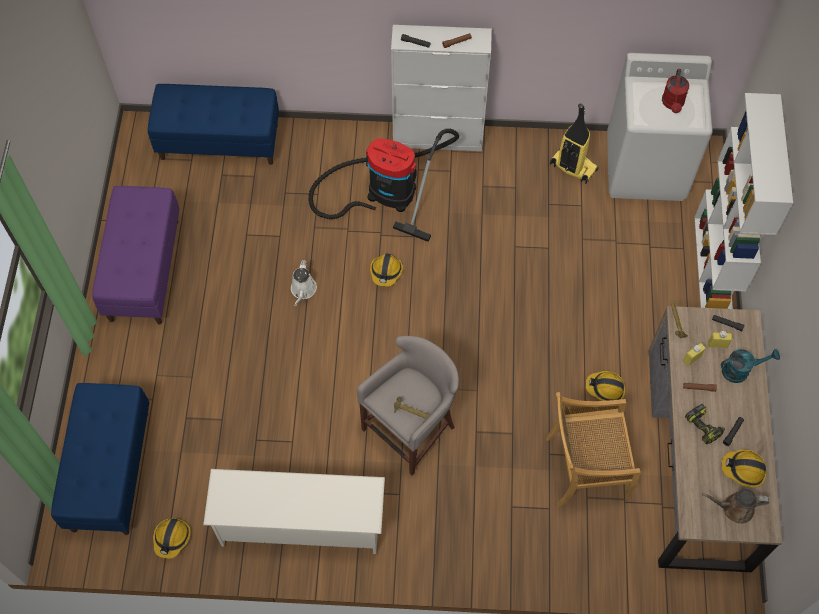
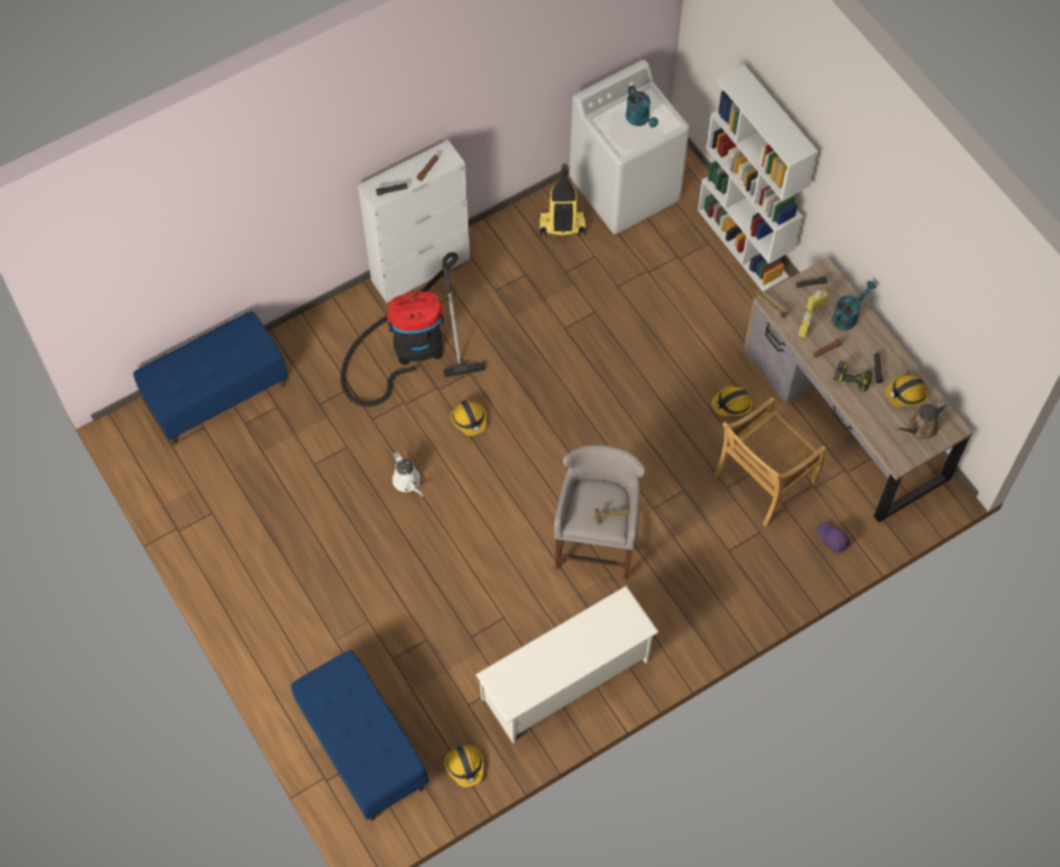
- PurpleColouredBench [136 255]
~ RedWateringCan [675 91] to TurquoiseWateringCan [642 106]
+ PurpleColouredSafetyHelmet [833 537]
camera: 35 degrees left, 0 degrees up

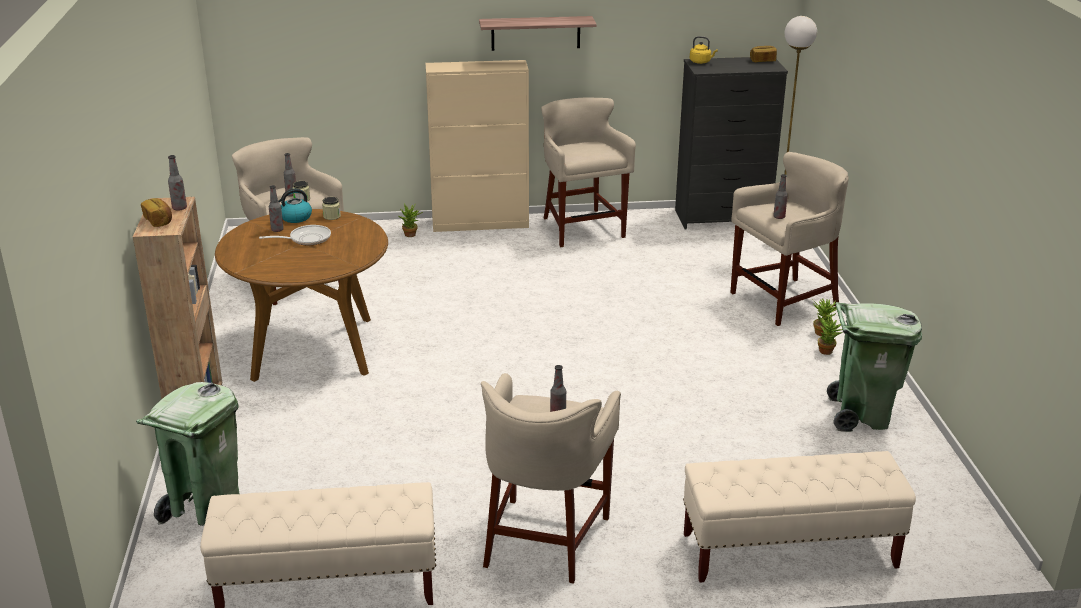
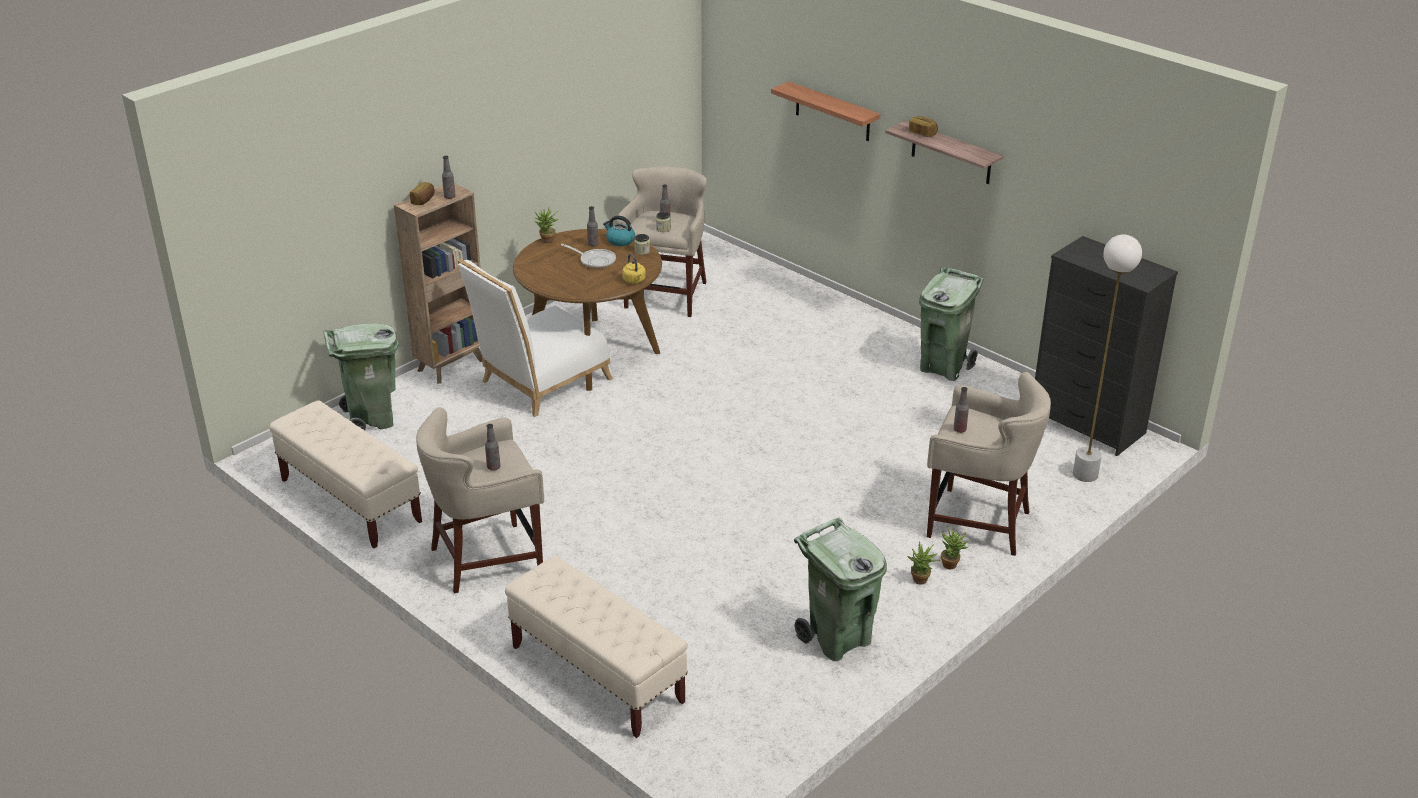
~ Houseplant [410 220] to [546 224]
- BeigeCabinet [477 146]
~ BeigeSittingStool [588 172] to GreenColouredTrashCan [951 324]
~ YellowKettle [704 50] to [634 269]
~ BakeryBread [763 54] to [923 126]
+ WhiteColouredUprightChair [535 338]
+ BracketShelf [825 111]
camera: 50 degrees right, 5 degrees up

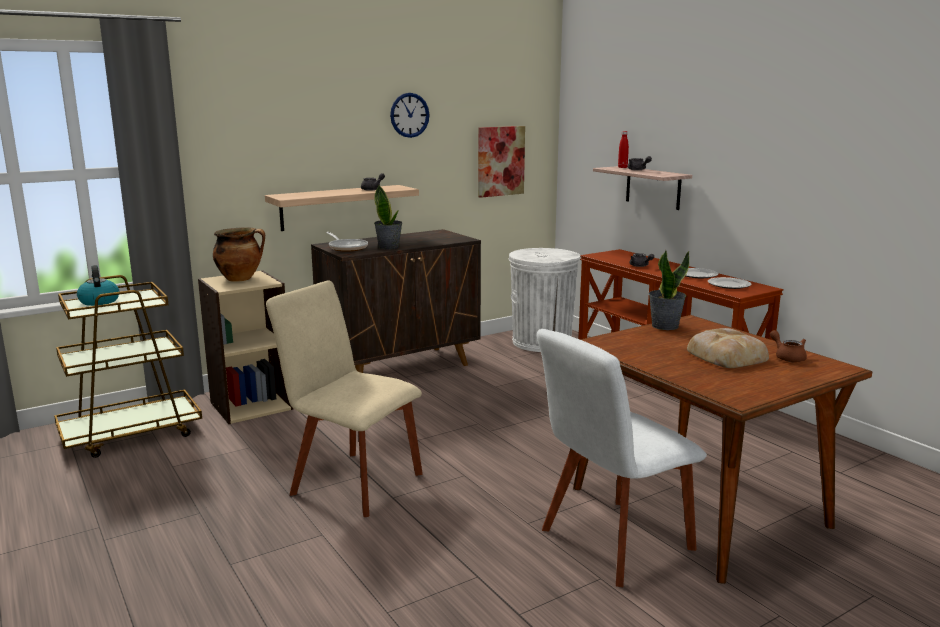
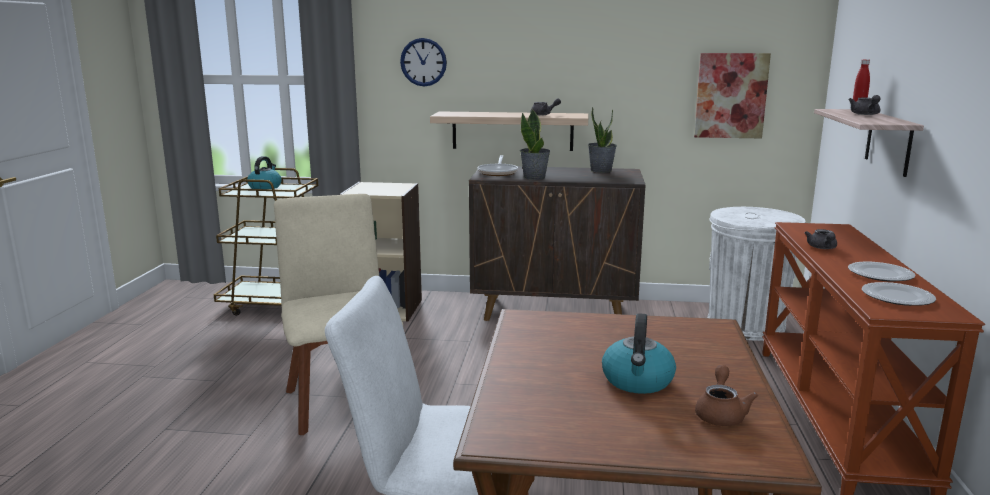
- Stockpot [239 254]
~ ClockOnTheWall [409 115] to [423 62]
~ Houseplant [669 290] to [602 140]
~ BakeryBread [728 348] to Kettle [639 353]
camera: 40 degrees right, 0 degrees up

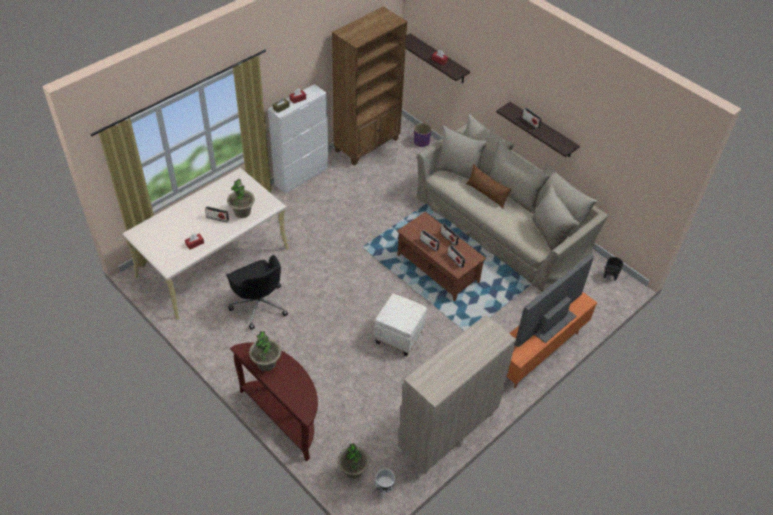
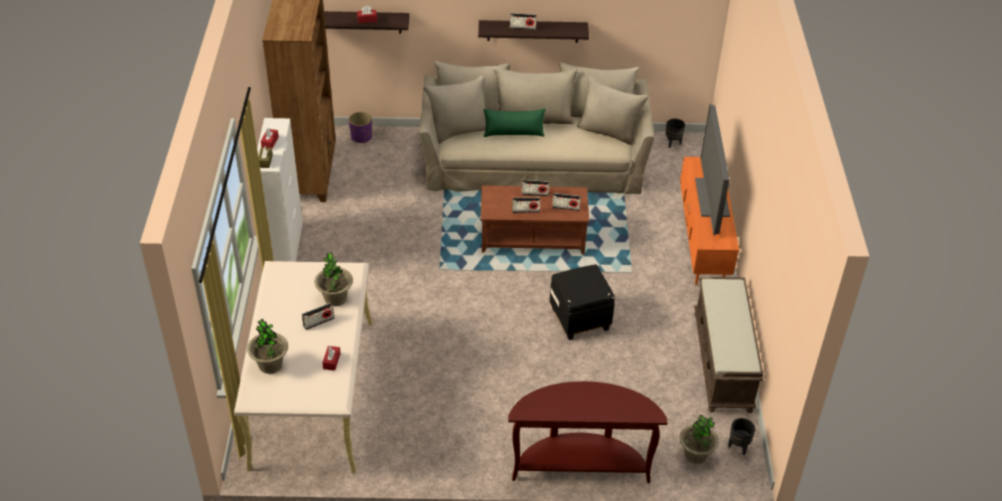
- BlackColouredDeskChair [257 292]
~ Houseplant [265 351] to [267 346]
~ WhiteColouredFootrest [400 325] to BlackColouredFootrest [582 302]
~ WhiteColouredFlowerPot [385 483] to BlackColouredFlowerPot [741 436]
~ BeigeCabinet [457 395] to BrownishBench [728 345]
~ BrownishPillow [489 186] to GreenColouredPillow [515 123]
camera: 45 degrees left, 5 degrees down

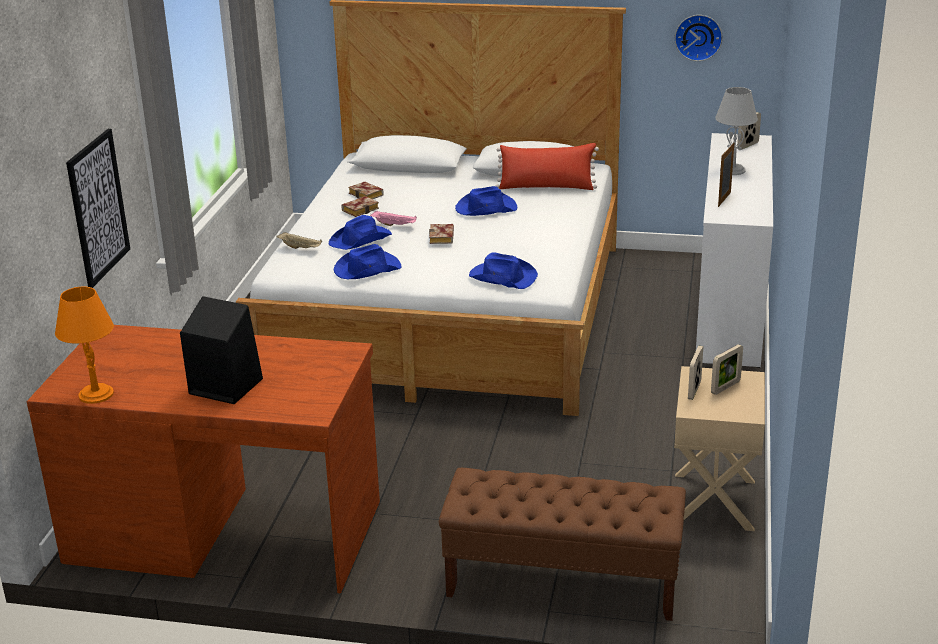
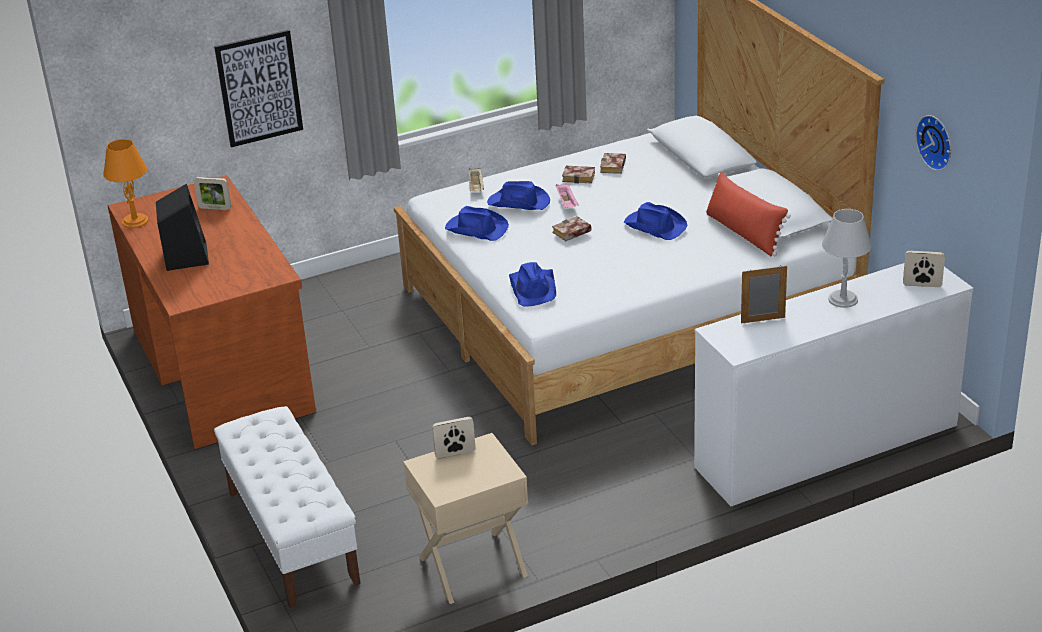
~ BrownishBench [562 544] to WhiteColouredBench [287 507]
~ PhotoFrame [727 369] to [212 193]
camera: 55 degrees right, 5 degrees up

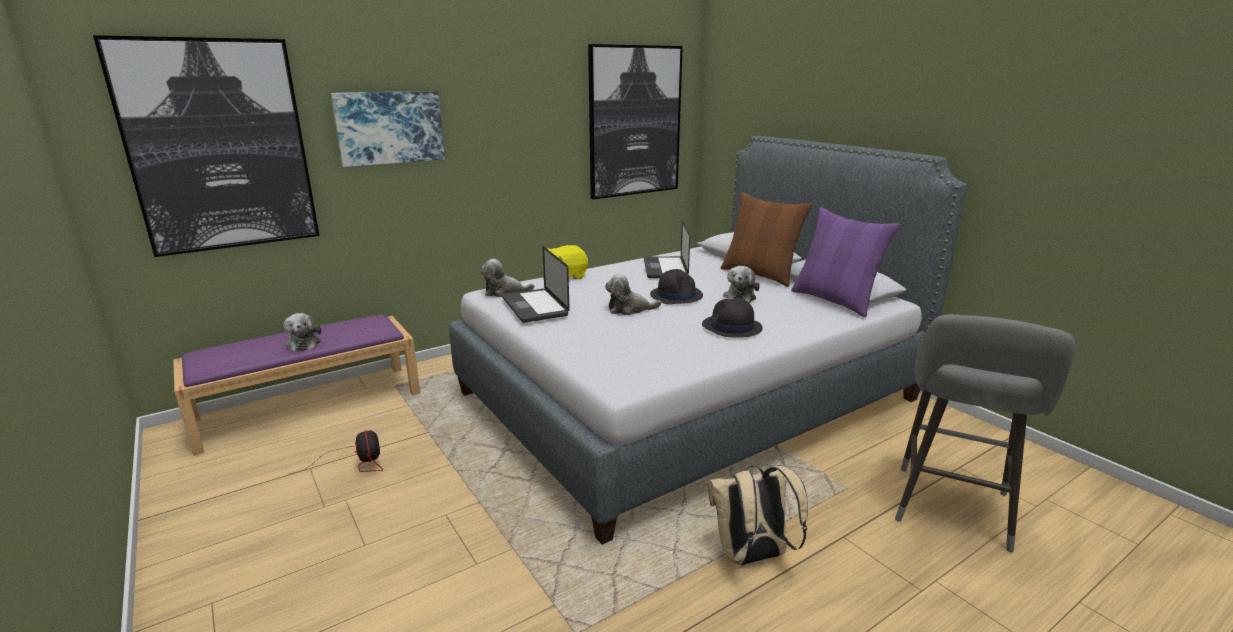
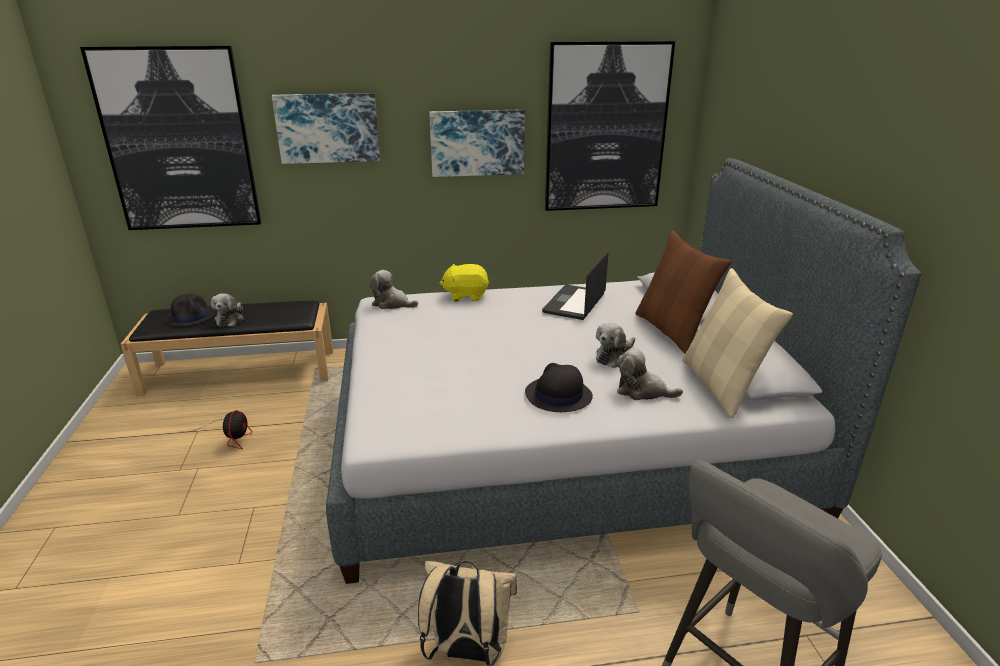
~ PurpleColouredBench [296 385] to BlackColouredBench [227 349]
- PortableComputer [536 284]
~ PlushToy [633 294] to [649 374]
~ BlackColouredClothingHat [676 286] to [190 310]
~ PurpleColouredPillow [846 262] to BeigePillow [737 343]
+ WallArt [477 143]
camera: 25 degrees right, 5 degrees up

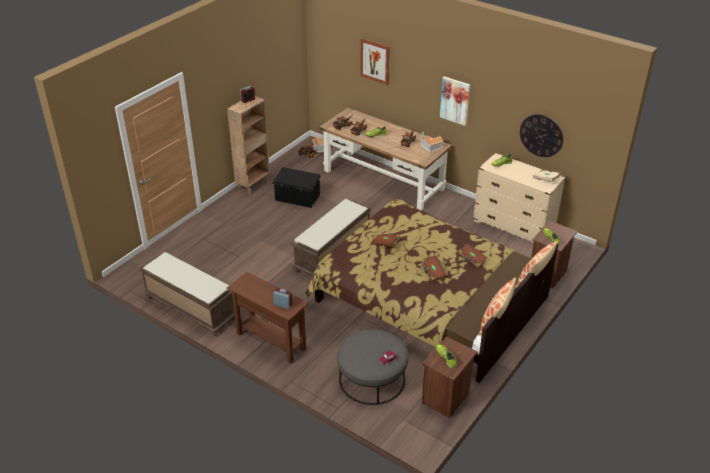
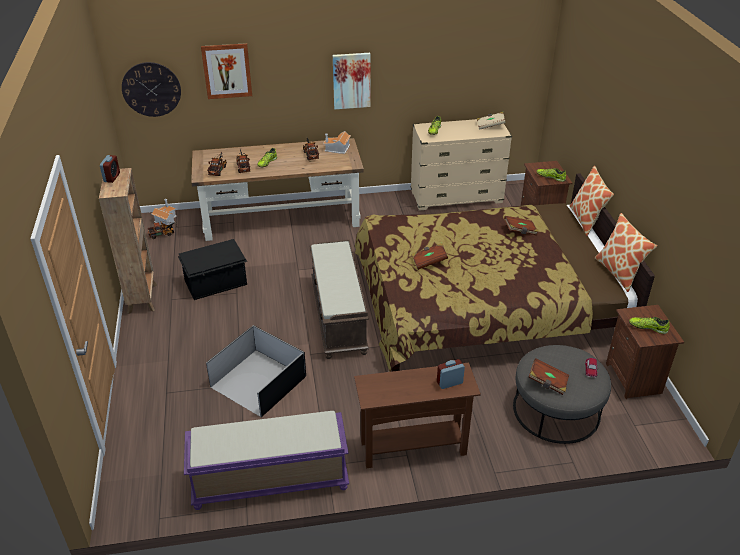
~ BrownishBench [187 294] to PurpleColouredBench [266 460]
~ BrownishVolume [434 268] to [548 376]
~ ClockOnTheWall [541 135] to [151 89]
+ BlackColouredStorageBox [256 371]
camera: 45 degrees left, 0 degrees up

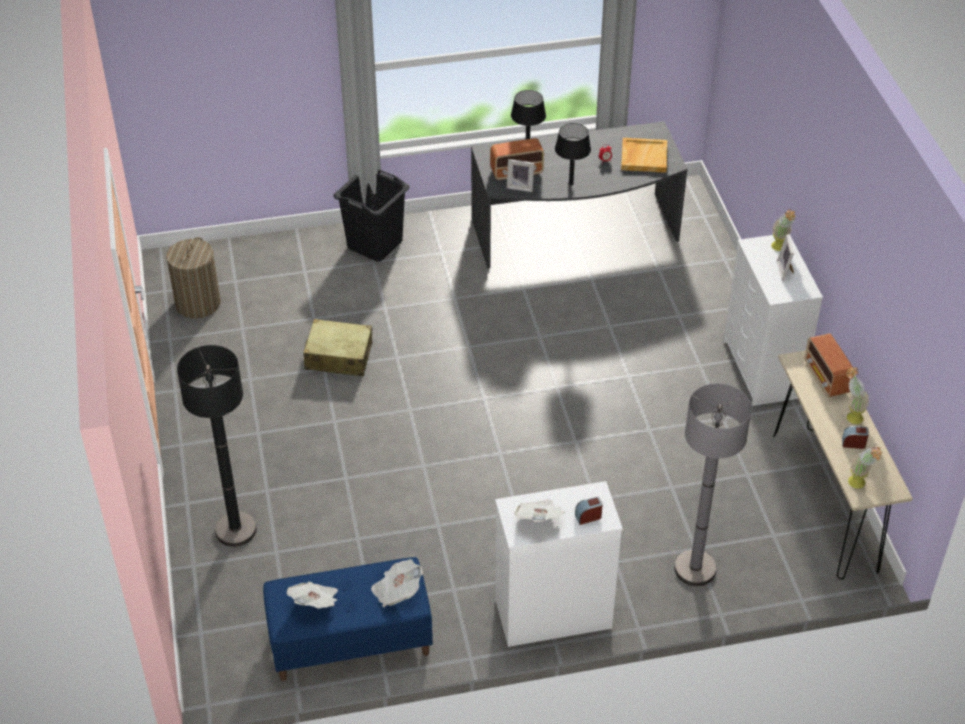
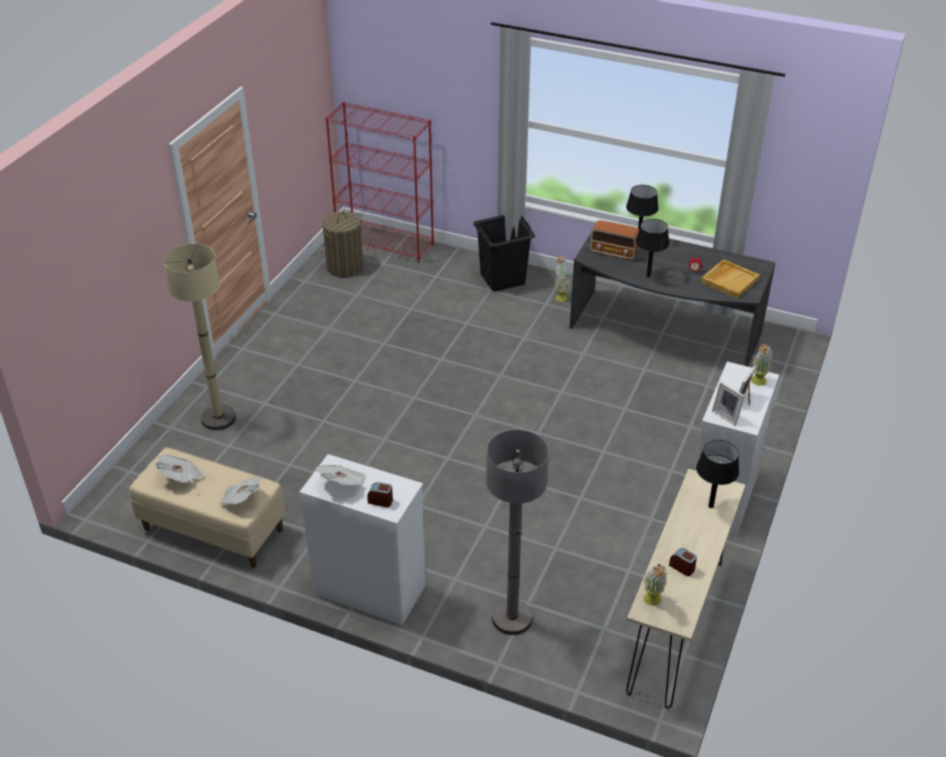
~ BlackColouredStandardLamp [216 446] to BeigeStandardLamp [199 336]
~ BluishBench [348 619] to BeigeBench [207 507]
- BeigeSuitcase [338 347]
~ PhotoFrame [520 175] to [728 404]
~ RadioReceiver [829 365] to BlackColouredTableLamp [717 474]
~ Houseplant [858 395] to [562 279]
+ RedShelvingUnit [380 182]
camera: 35 degrees right, 5 degrees down

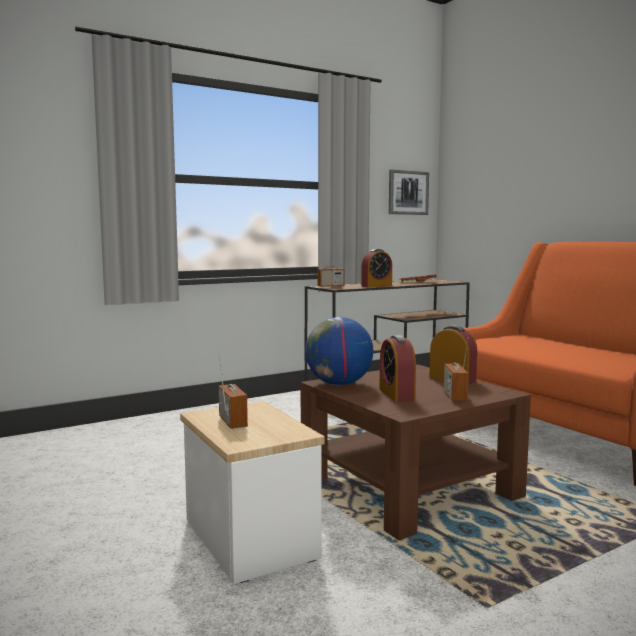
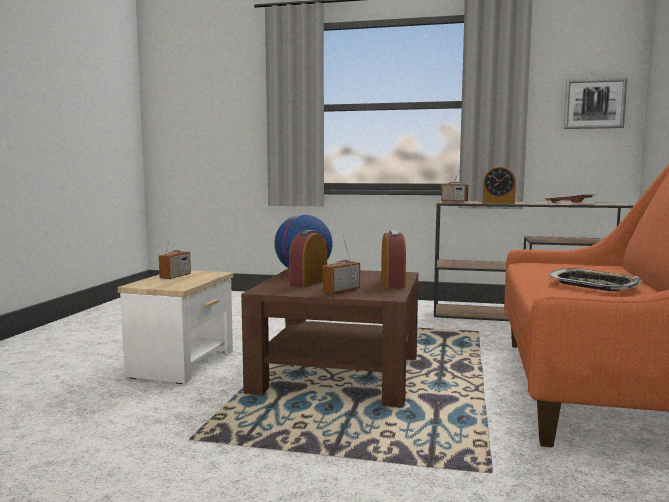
+ Tray [595 279]
camera: 45 degrees right, 0 degrees up

